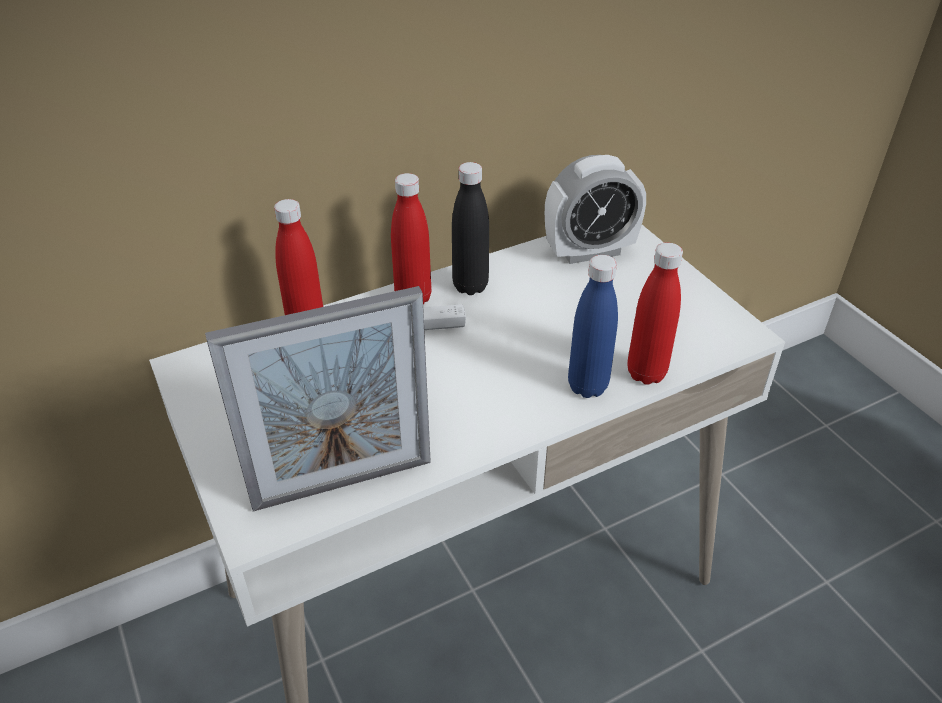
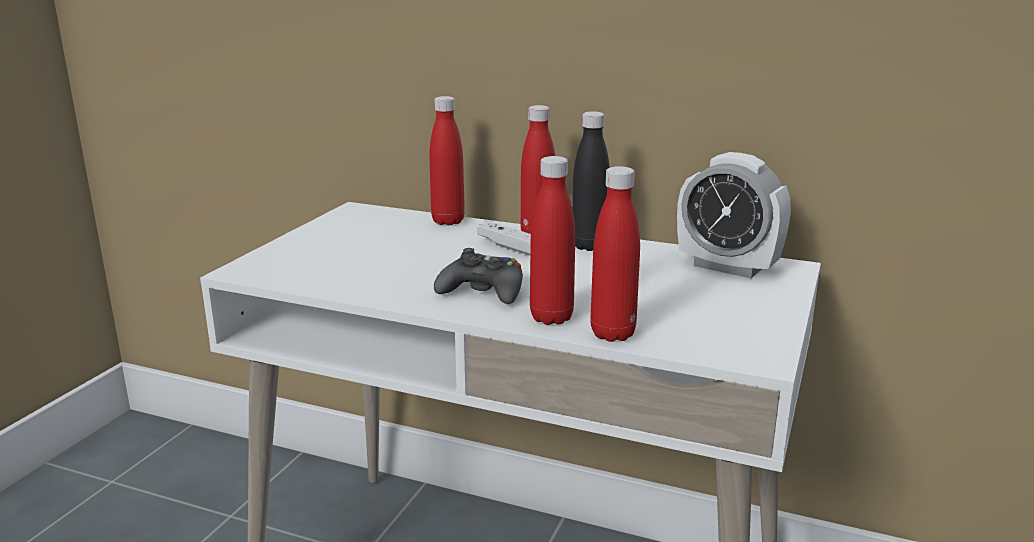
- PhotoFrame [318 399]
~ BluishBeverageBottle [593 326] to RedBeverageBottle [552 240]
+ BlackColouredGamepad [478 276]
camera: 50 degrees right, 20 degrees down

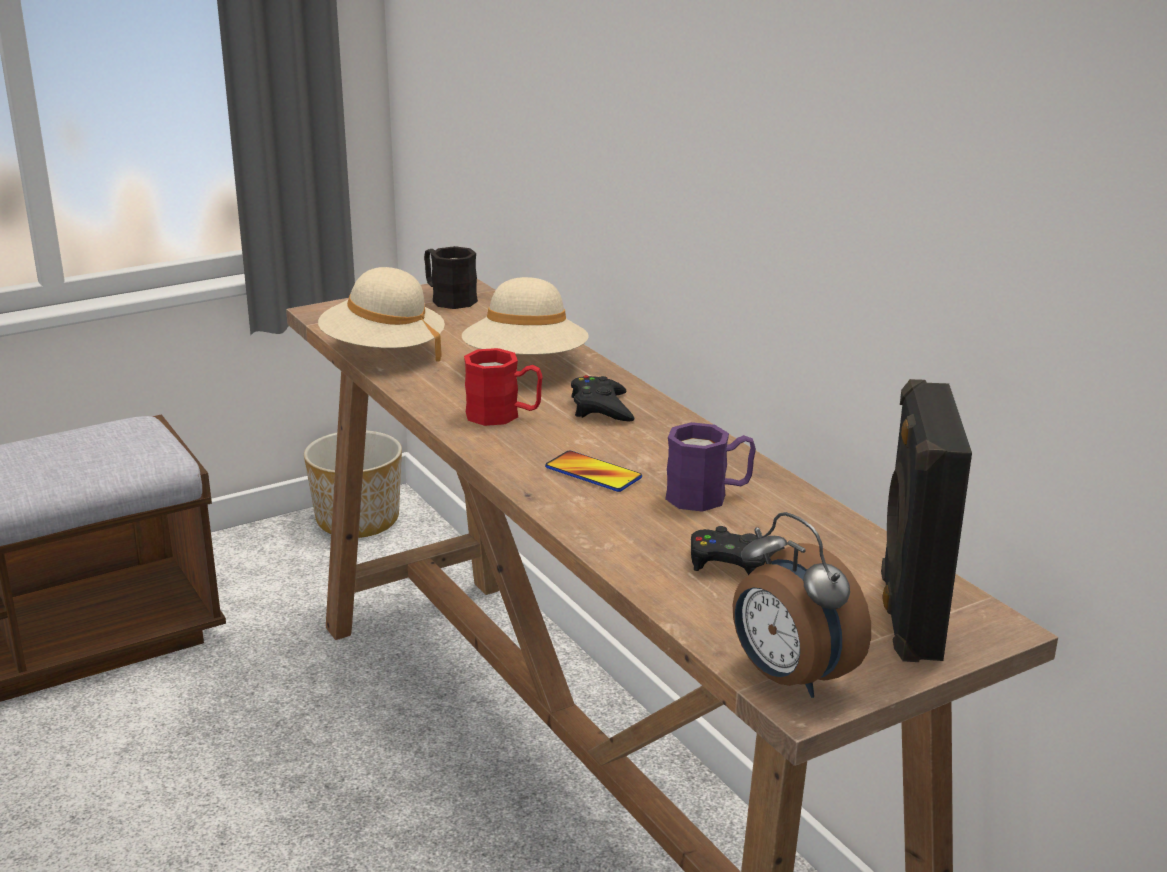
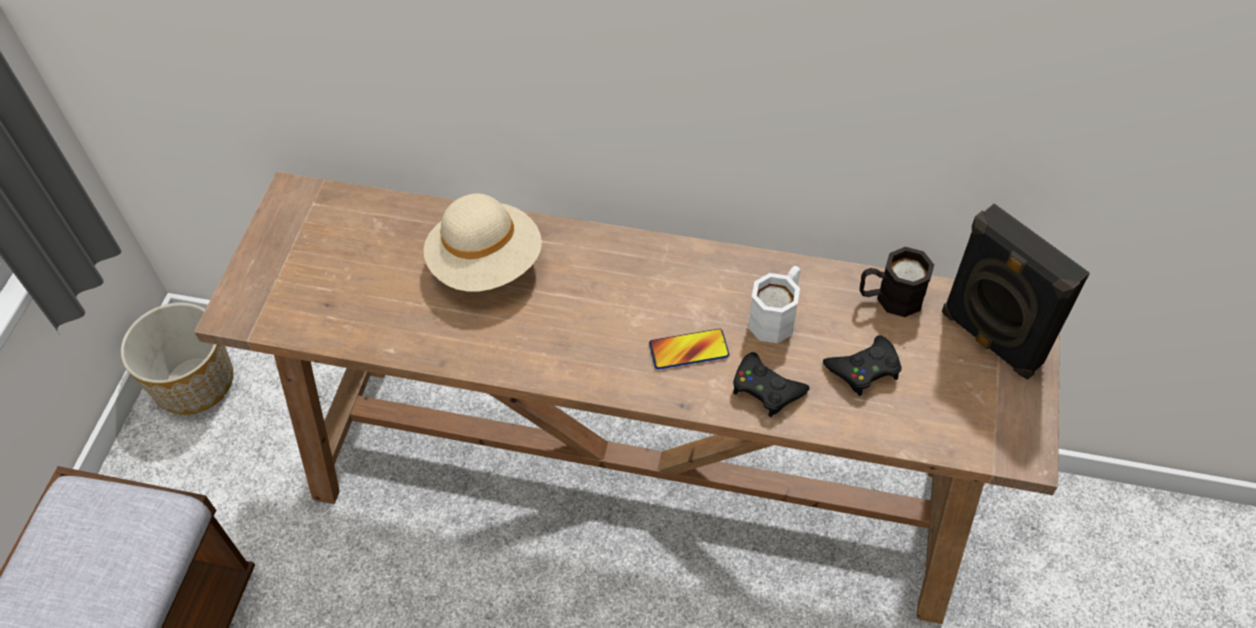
- BeigeClothingHat [381 314]
~ BlackColouredCoffeeMug [451 277] to [897 282]
- RedCoffeeMug [503 387]
~ BlackColouredGamepad [602 398] to [771 384]
~ PurpleColouredCoffeeMug [710 467] to WhiteColouredCoffeeMug [774 304]
- AlarmClock [802 605]
camera: 45 degrees left, 30 degrees up

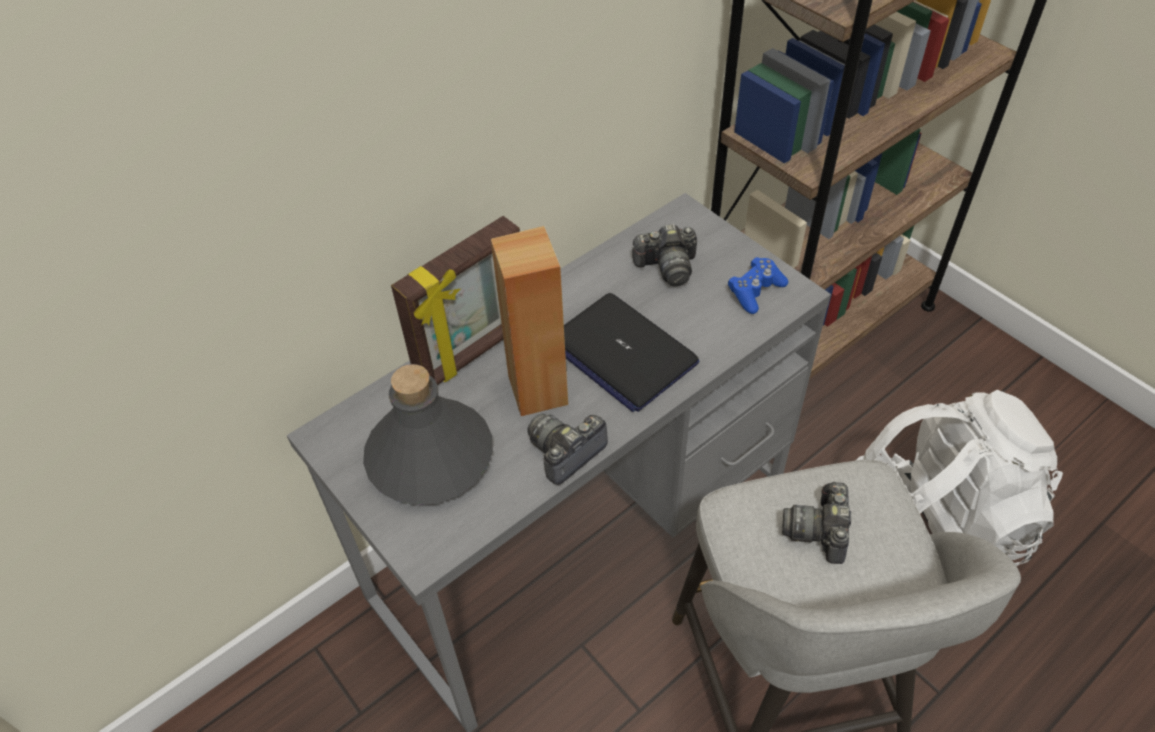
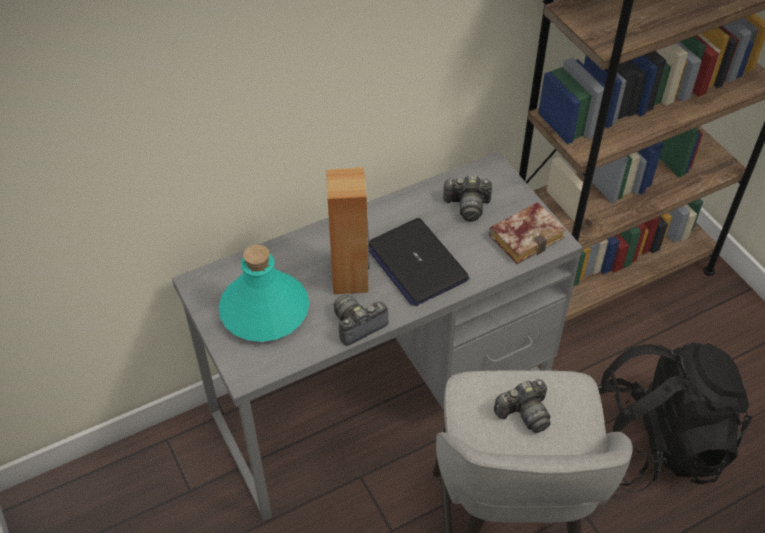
~ GreyBeverageBottle [428 434] to TurquoiseBeverageBottle [264 293]
- PhotoFrame [455 300]
~ BluishGamepad [758 285] to Volume [527 233]
~ PhotoCamera [816 522] = [522 406] 135 degrees counterclockwise
~ WhiteColouredKnapsack [959 478] to BlackColouredKnapsack [675 417]
camera: 10 degrees right, 0 degrees up

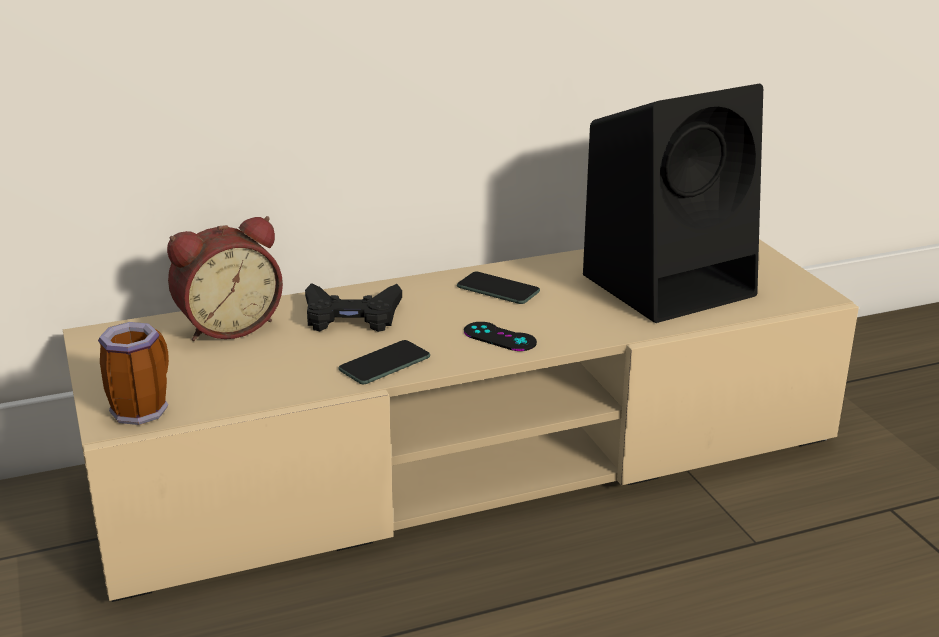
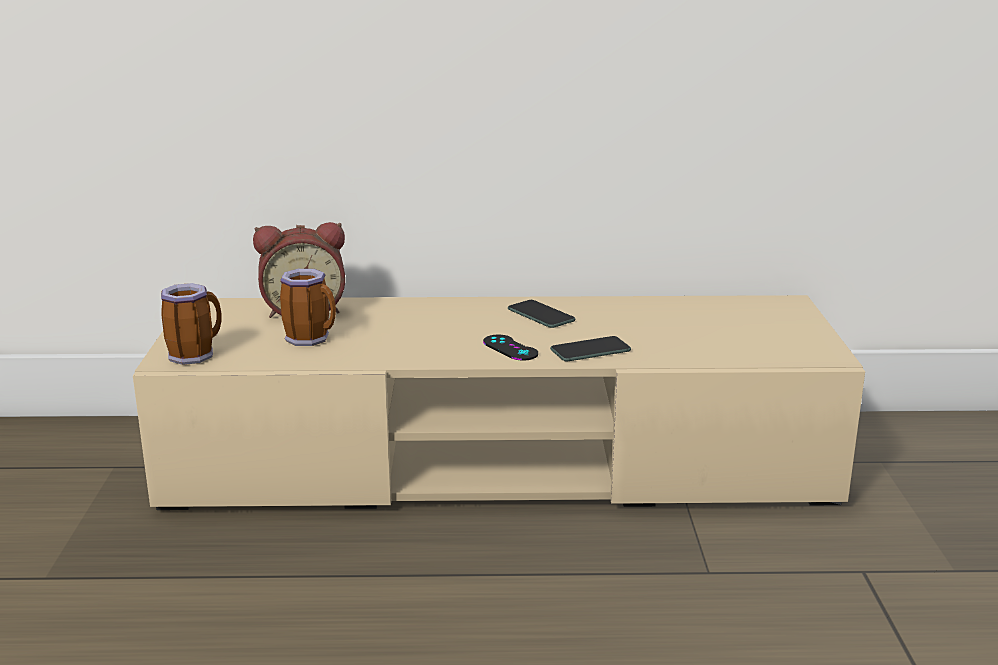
- BlackColouredGamepad [353 307]
~ Handset [384 362] to [590 348]
- BlackColouredLoudspeaker [673 203]
+ CoffeeMug [308 307]
camera: 20 degrees right, 5 degrees down

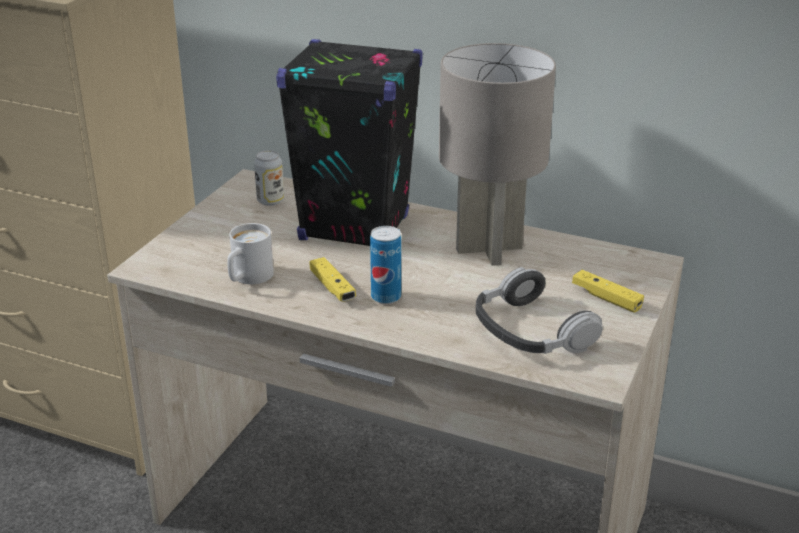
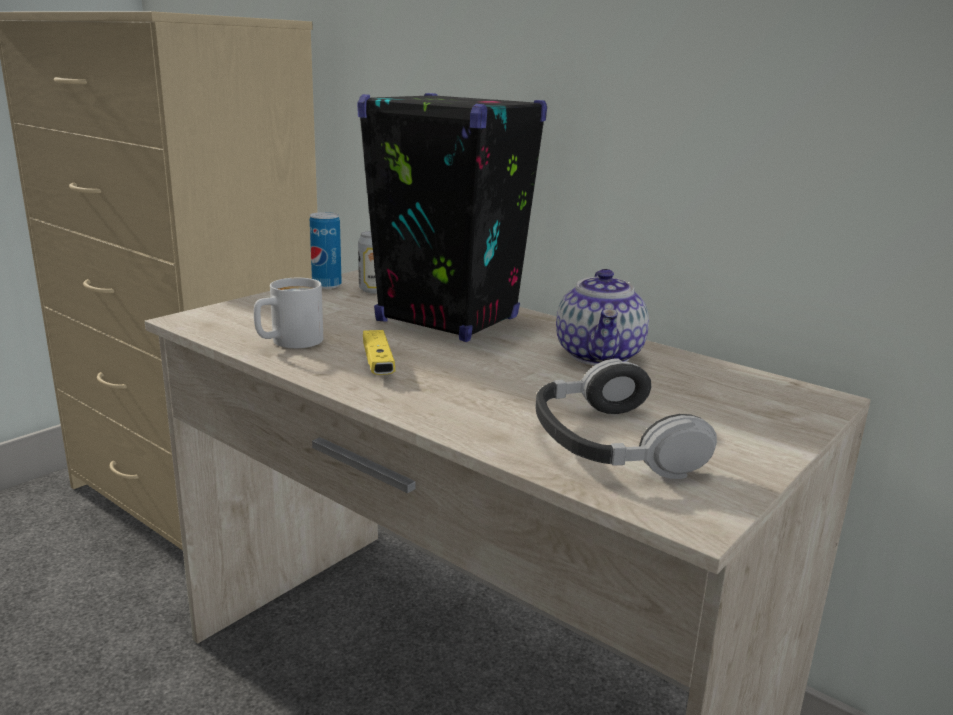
~ MetalCan [385 265] to [326 250]
~ GreyTableLamp [497 154] to Teapot [602 317]
- YellowGamepad [608 291]
camera: 15 degrees right, 10 degrees down

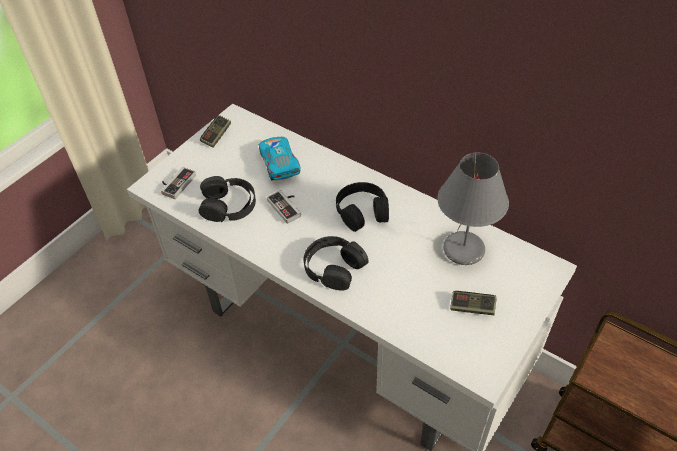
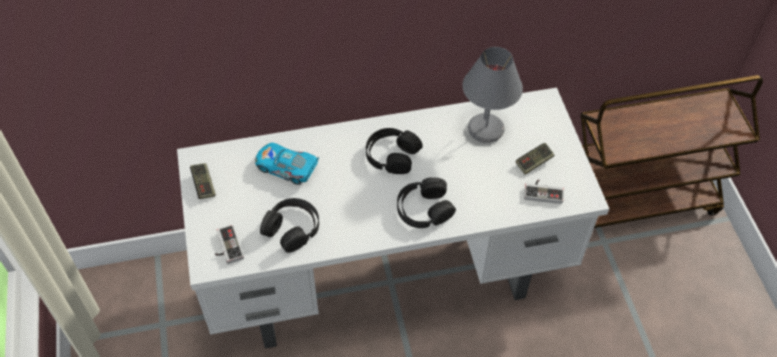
~ Gamepad [284 207] to [544 191]
camera: 50 degrees left, 5 degrees up

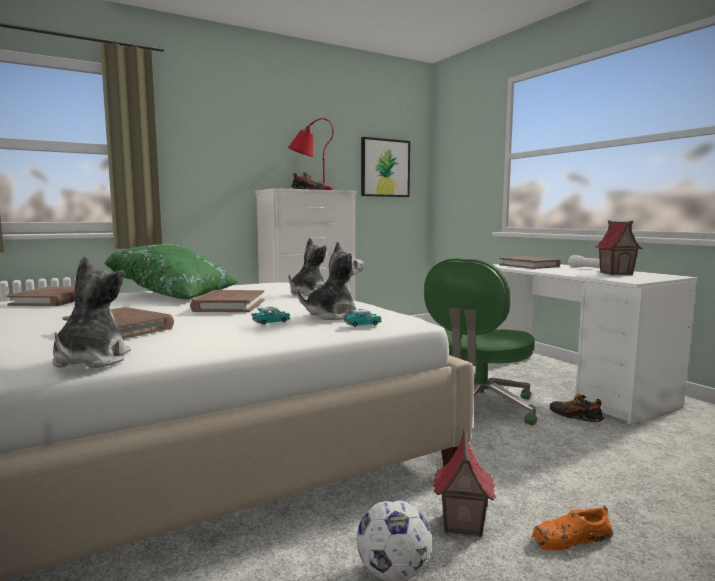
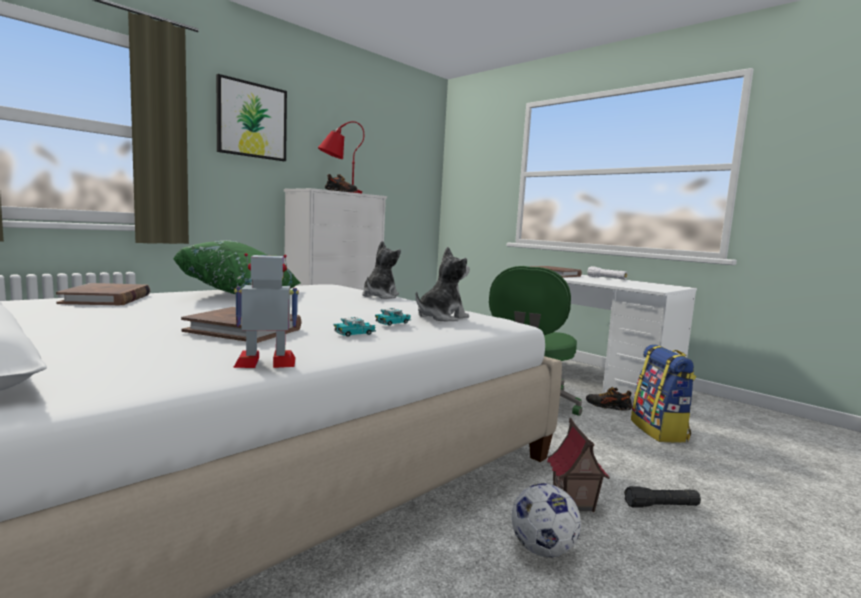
~ PlushToy [91 312] to ToyRobot [266 310]
- BrownishVolume [227 301]
~ MiniatureCar [362 318] to [354 327]
~ WallArt [385 167] to [251 117]
~ OrangeyLowShoe [571 528] to BlackColouredFlashlight [662 497]
- ToyHouse [619 247]
+ Knapsack [663 393]
camera: 15 degrees left, 0 degrees up

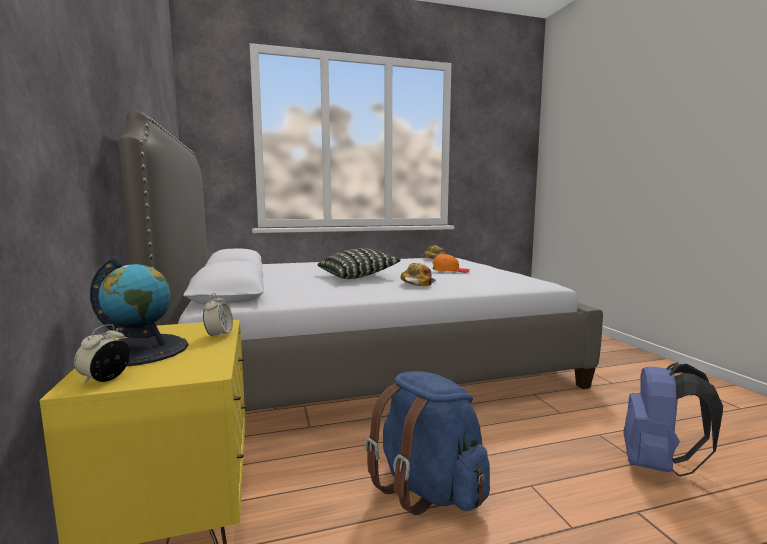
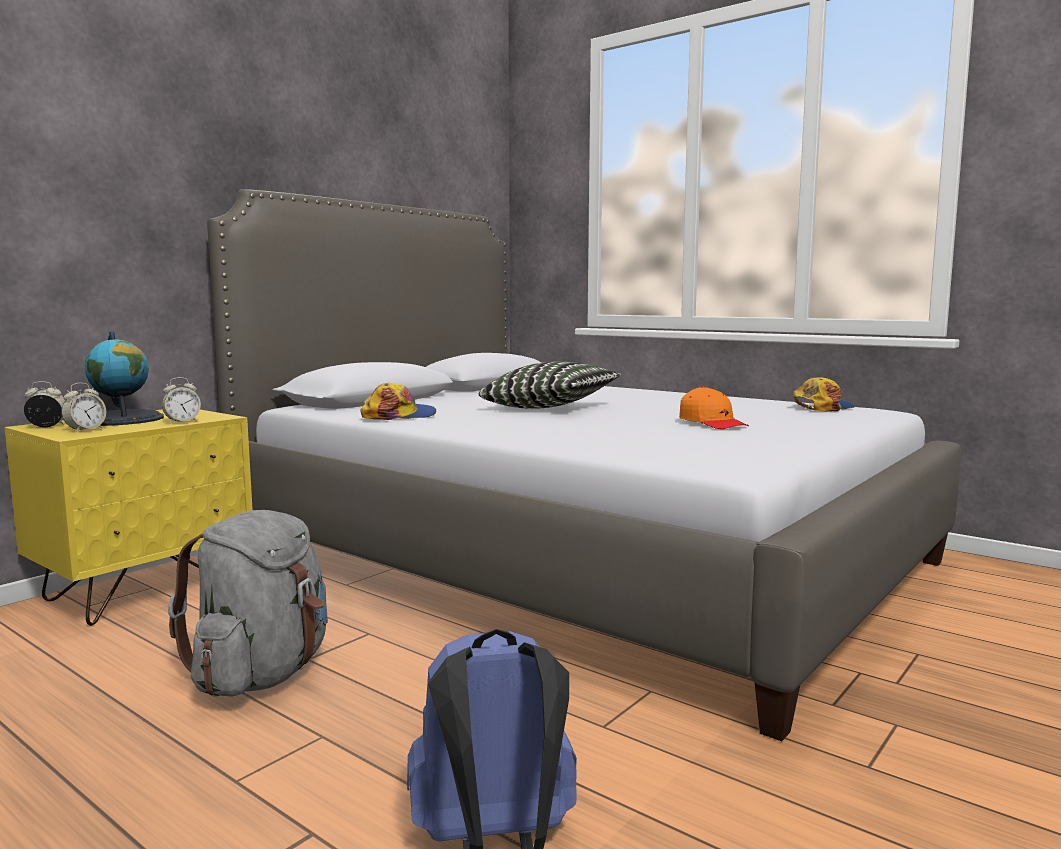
~ BluishKnapsack [427 443] to GreyKnapsack [248 603]
~ BaseballCap [418 274] to [398 401]
+ AlarmClock [83 407]
camera: 55 degrees right, 0 degrees up

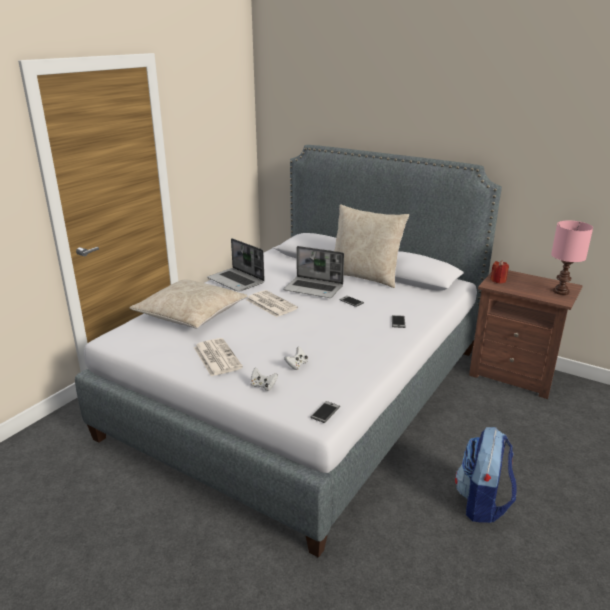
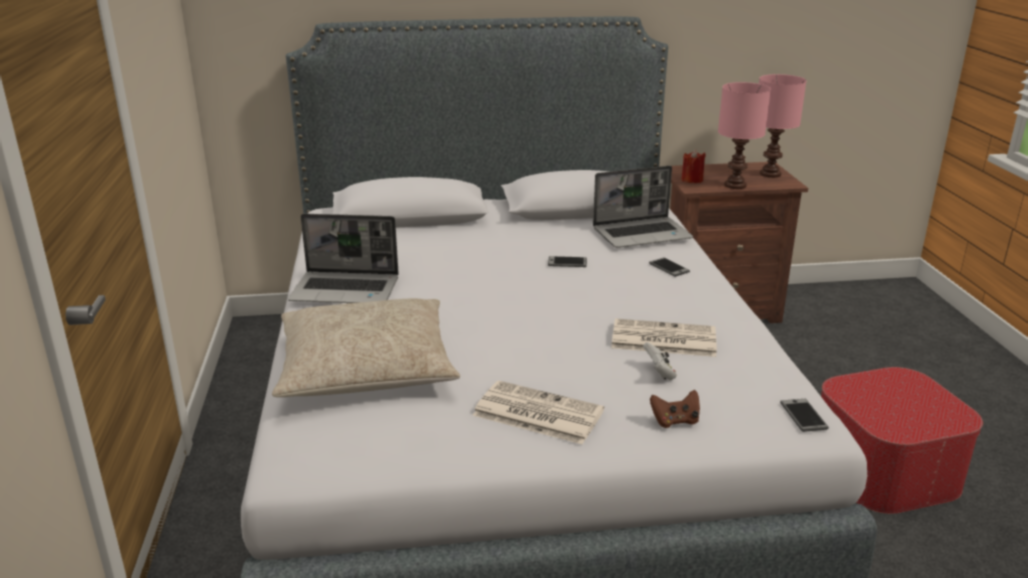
~ DailyPaper [272 303] to [664 337]
~ WhiteColouredGamepad [264 379] to BrownishGamepad [675 409]
~ PortableComputer [313 272] to [643 206]
- BeigePillow [371 246]
~ Knapsack [485 475] to Footrest [902 440]
+ PinkishTableLamp [744 135]
camera: 40 degrees left, 0 degrees up

